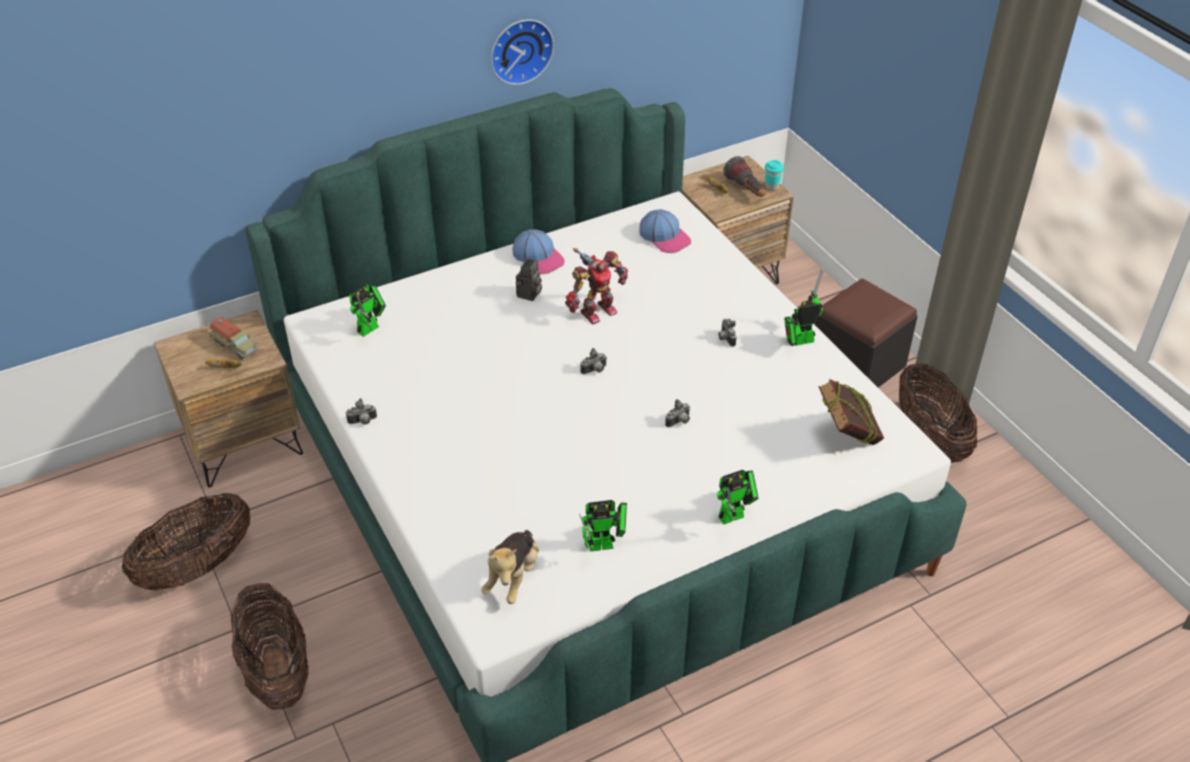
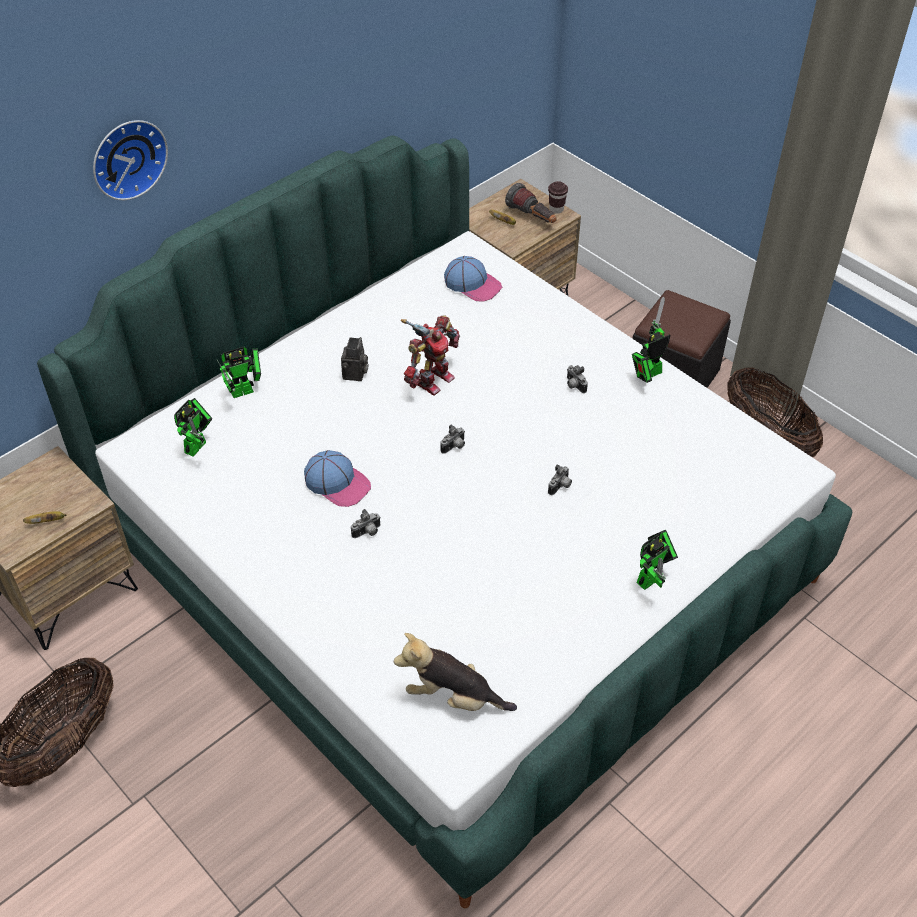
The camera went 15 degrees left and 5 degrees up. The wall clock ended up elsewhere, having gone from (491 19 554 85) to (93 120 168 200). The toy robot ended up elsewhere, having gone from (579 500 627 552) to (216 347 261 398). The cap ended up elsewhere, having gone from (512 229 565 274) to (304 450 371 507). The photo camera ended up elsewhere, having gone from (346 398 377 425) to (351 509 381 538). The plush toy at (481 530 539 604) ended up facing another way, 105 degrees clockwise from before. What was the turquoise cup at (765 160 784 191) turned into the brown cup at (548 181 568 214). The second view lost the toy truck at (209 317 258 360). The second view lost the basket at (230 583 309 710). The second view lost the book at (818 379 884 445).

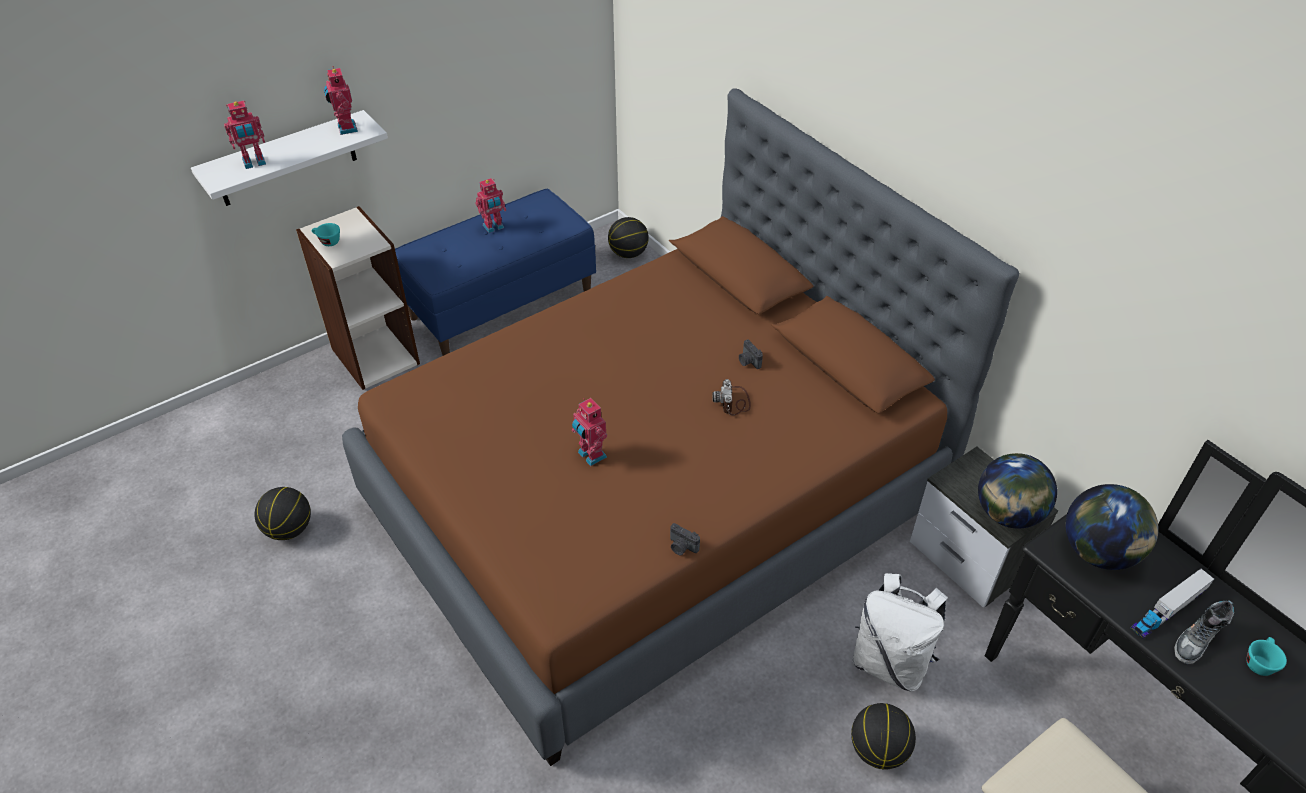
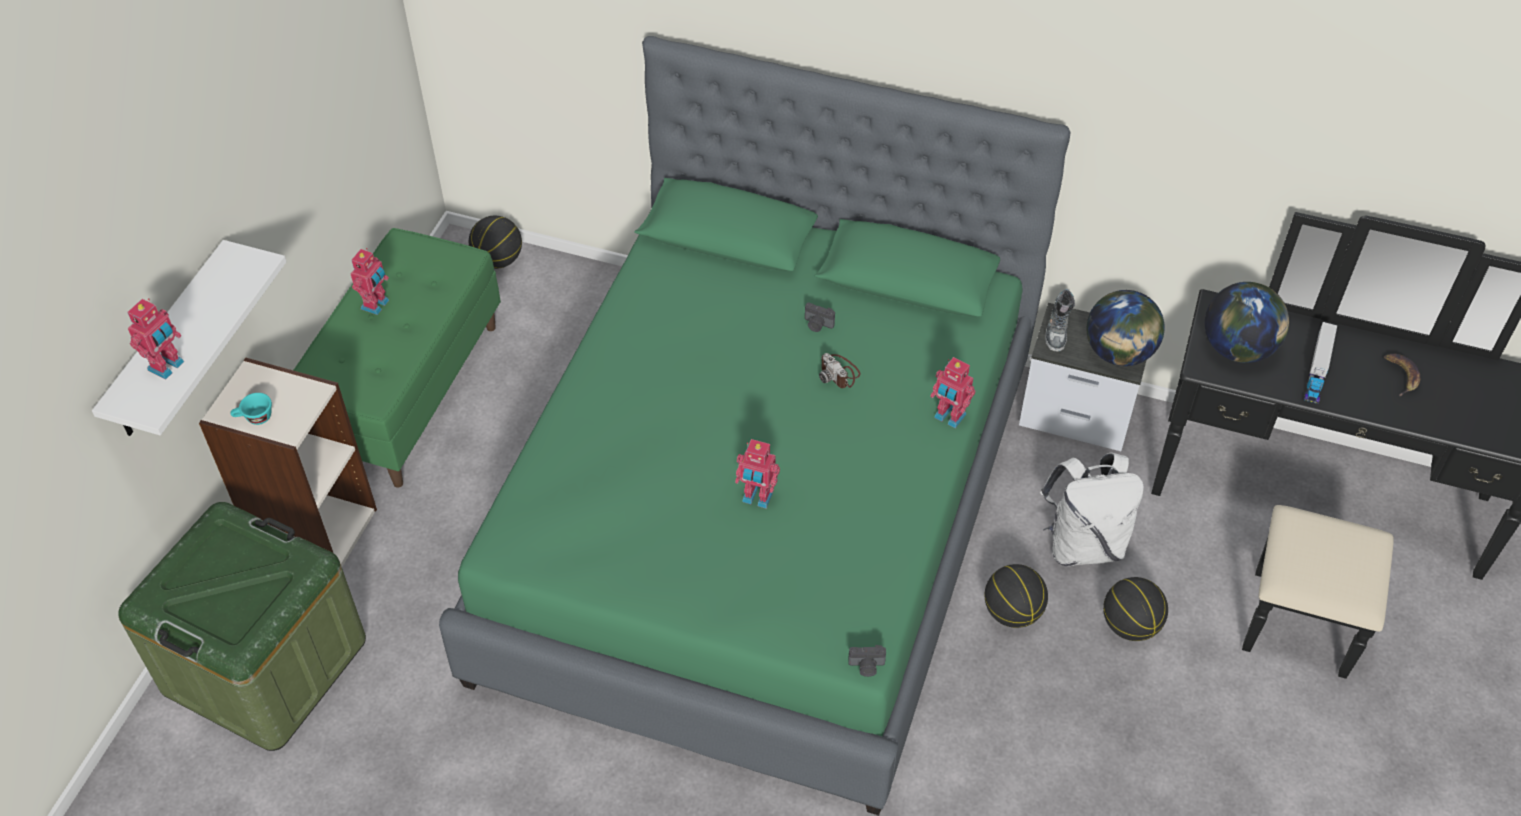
The camera went 35 degrees left and 5 degrees up. The second view gained the green storage box at (118 502 366 751). What was the blue bench at (395 189 596 356) turned into the green bench at (293 228 501 488). What was the brown bed at (342 89 1019 766) turned into the green bed at (439 36 1070 816). The photo camera ended up elsewhere, having gone from (670 523 700 556) to (848 645 886 677). The toy robot ended up elsewhere, having gone from (324 66 358 135) to (930 357 976 428). The basketball ended up elsewhere, having gone from (255 487 311 540) to (984 564 1048 628). The shoe ended up elsewhere, having gone from (1174 600 1234 664) to (1045 289 1075 352). Where the turquoise cup stood at (1246 637 1287 676), the banana came to stand at (1384 354 1420 396).

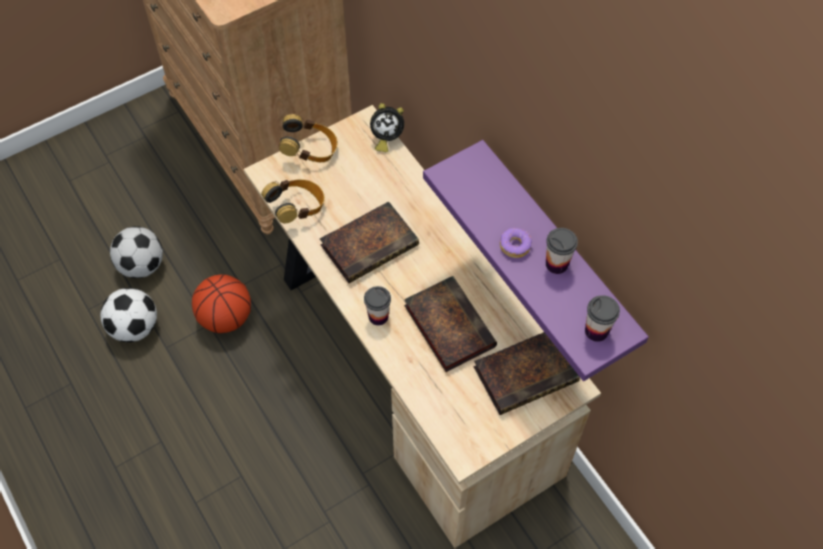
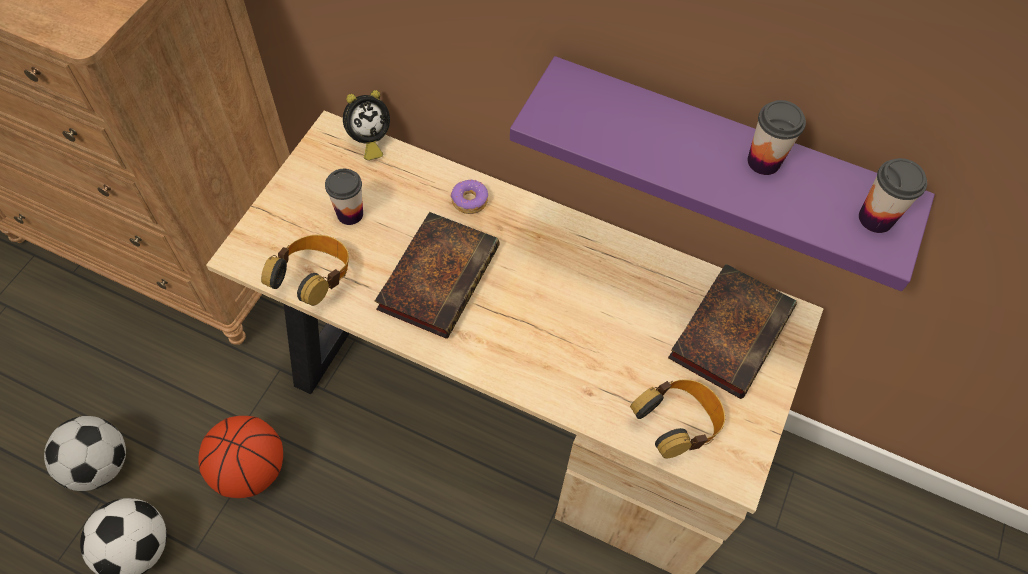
The camera went 35 degrees left and 0 degrees up. The cup ended up elsewhere, having gone from (364 286 391 326) to (325 169 363 225). The donut ended up elsewhere, having gone from (500 228 532 258) to (450 179 488 214). The headphones ended up elsewhere, having gone from (279 114 337 162) to (630 380 725 458). The second view lost the book at (404 276 497 372).

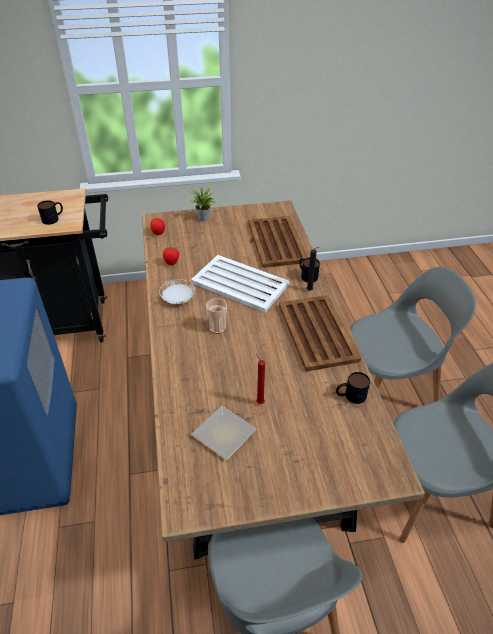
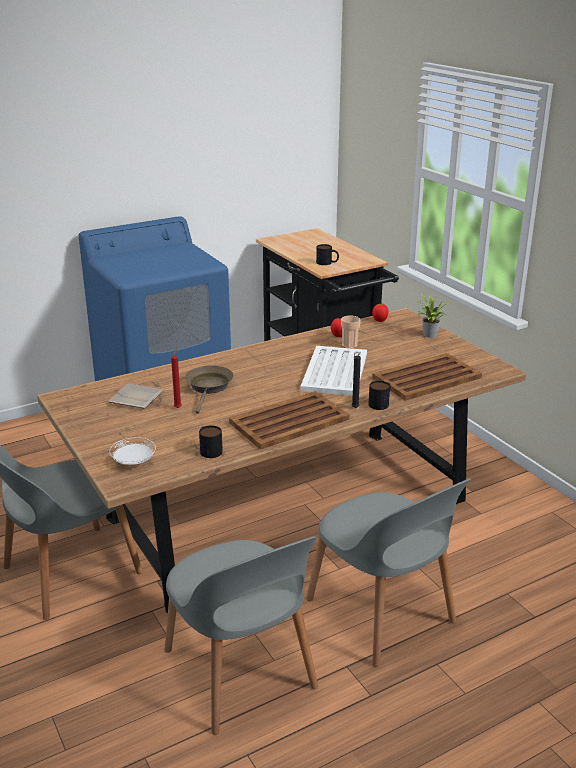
The camera went 70 degrees right and 15 degrees down. The white plate ended up elsewhere, having gone from (159 279 195 304) to (109 437 156 465). The second view gained the brown frying pan at (185 365 233 414). The cup ended up elsewhere, having gone from (206 298 227 334) to (341 315 360 349).

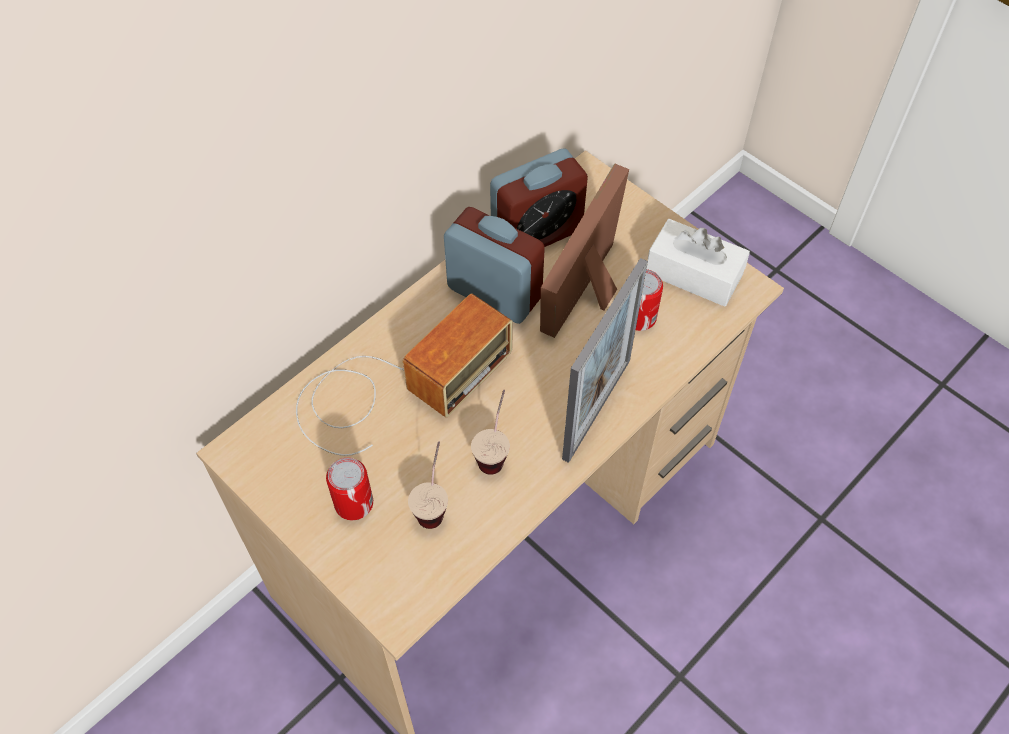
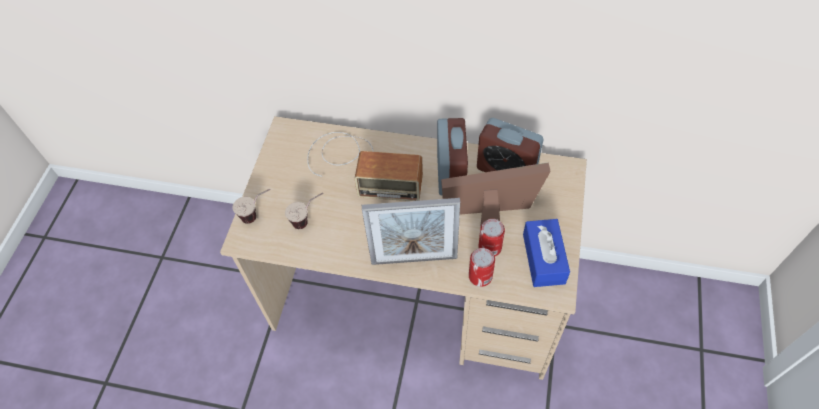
The camera went 60 degrees right and 0 degrees up. The cup ended up elsewhere, having gone from (471 390 510 475) to (232 189 270 224). The can ended up elsewhere, having gone from (326 458 373 520) to (469 248 495 287). What was the white tissue box at (647 219 750 307) turned into the blue tissue box at (523 219 570 287).

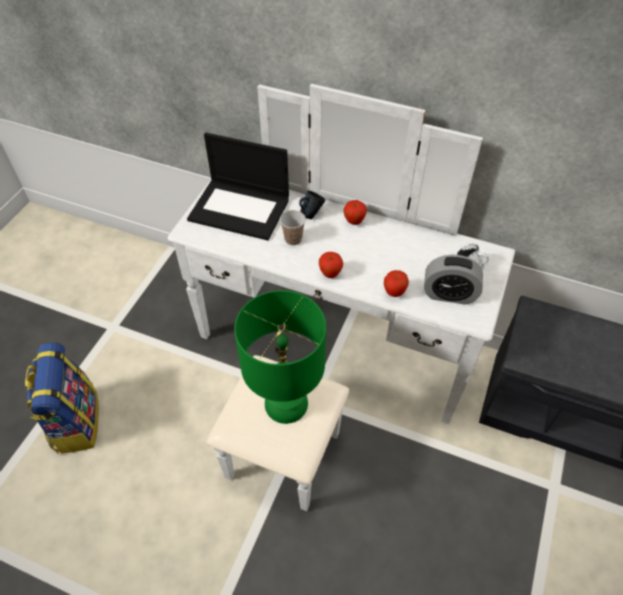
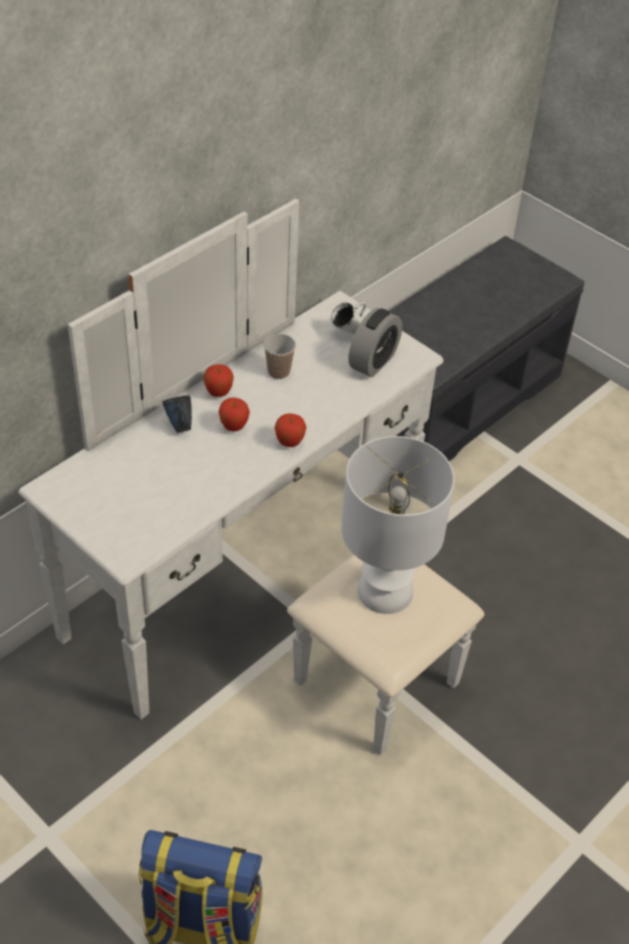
The camera went 70 degrees left and 5 degrees down. The apple ended up elsewhere, having gone from (384 270 409 297) to (218 397 250 432). The cup ended up elsewhere, having gone from (280 210 306 245) to (263 334 296 379). What was the green table lamp at (234 290 326 424) turned into the white table lamp at (341 436 455 614). The second view lost the laptop at (187 133 289 240).

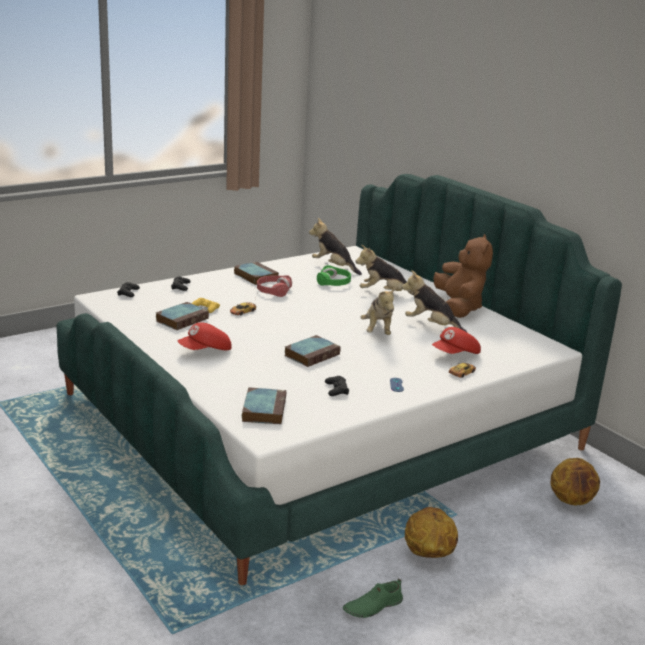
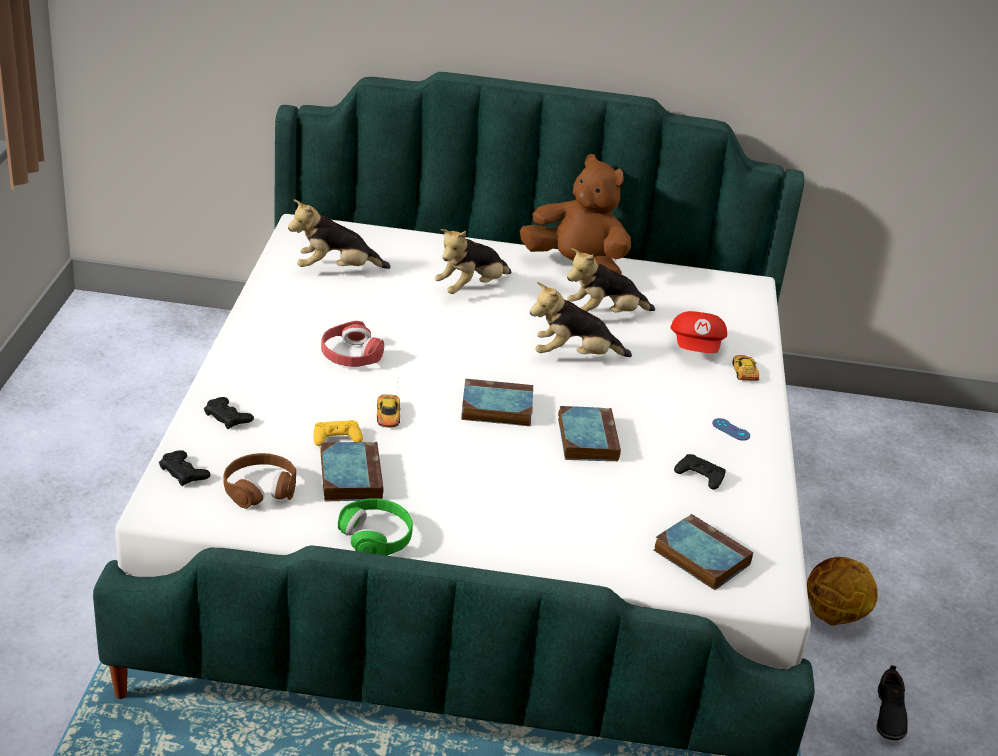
The camera went 50 degrees left and 10 degrees up. The second view gained the brown headphones at (223 453 296 509). The green headphones ended up elsewhere, having gone from (317 265 351 286) to (338 498 413 555). The book ended up elsewhere, having gone from (234 261 279 285) to (461 379 533 426). The plush toy at (361 287 396 335) ended up facing another way, 135 degrees clockwise from before. What was the green shoe at (343 578 403 618) turned into the black shoe at (877 665 908 740). The second view lost the red cap at (178 322 232 350). The second view lost the basketball at (551 458 600 505).

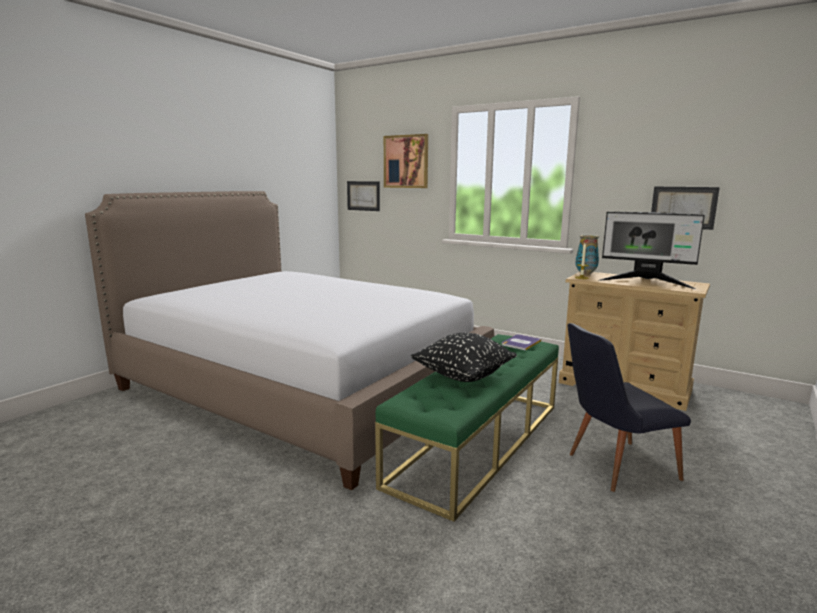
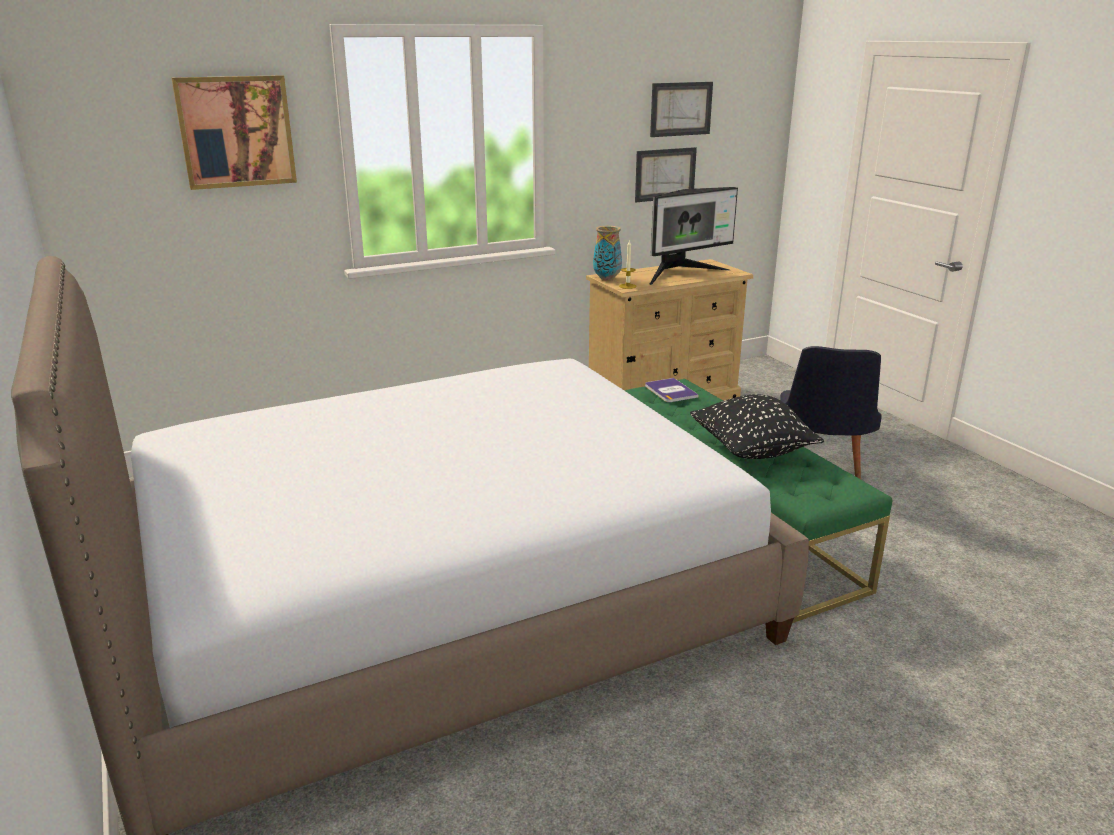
The camera went 60 degrees left and 10 degrees up. The picture ended up elsewhere, having gone from (347 181 380 211) to (650 82 713 137).

